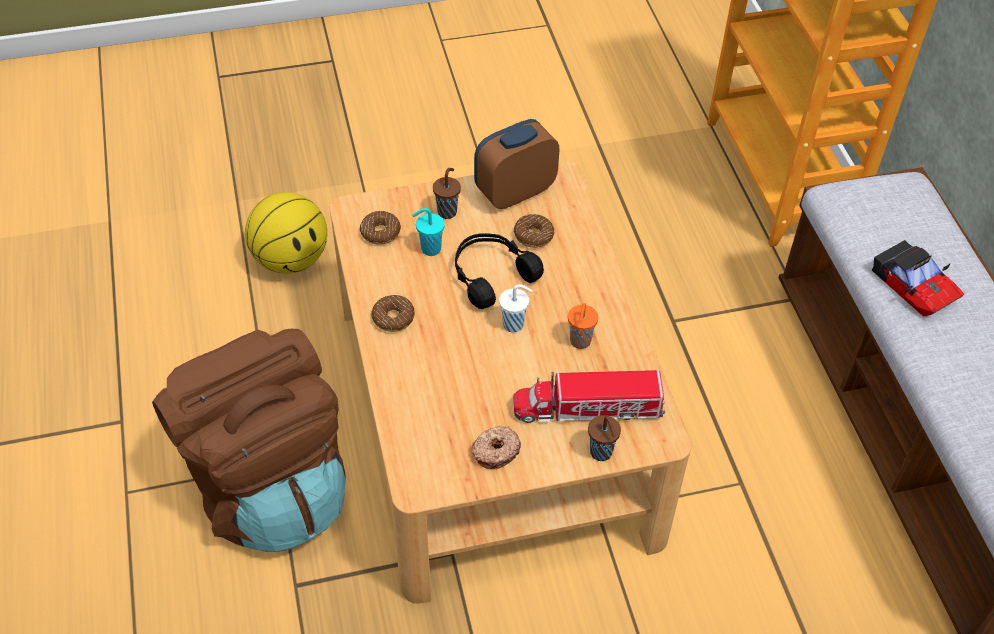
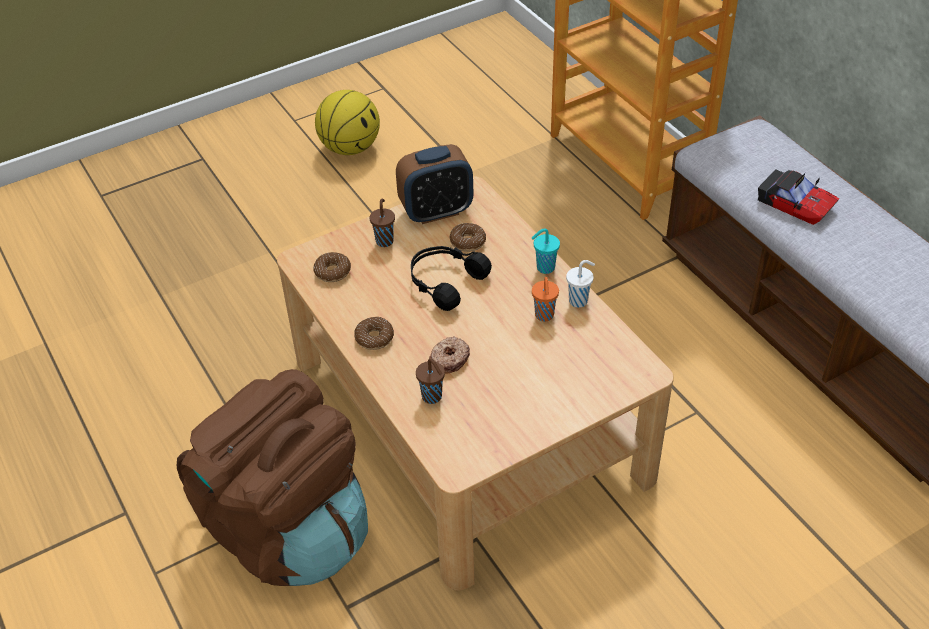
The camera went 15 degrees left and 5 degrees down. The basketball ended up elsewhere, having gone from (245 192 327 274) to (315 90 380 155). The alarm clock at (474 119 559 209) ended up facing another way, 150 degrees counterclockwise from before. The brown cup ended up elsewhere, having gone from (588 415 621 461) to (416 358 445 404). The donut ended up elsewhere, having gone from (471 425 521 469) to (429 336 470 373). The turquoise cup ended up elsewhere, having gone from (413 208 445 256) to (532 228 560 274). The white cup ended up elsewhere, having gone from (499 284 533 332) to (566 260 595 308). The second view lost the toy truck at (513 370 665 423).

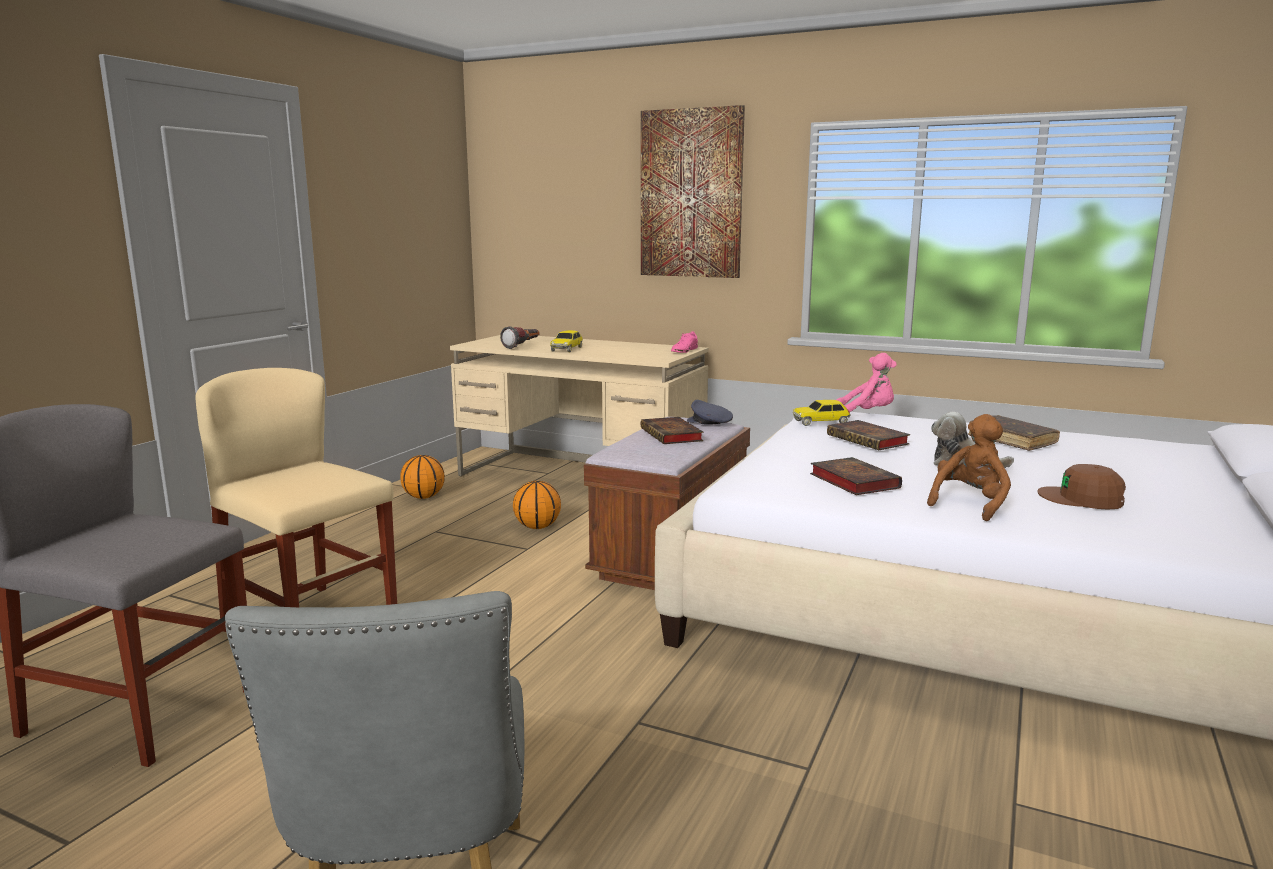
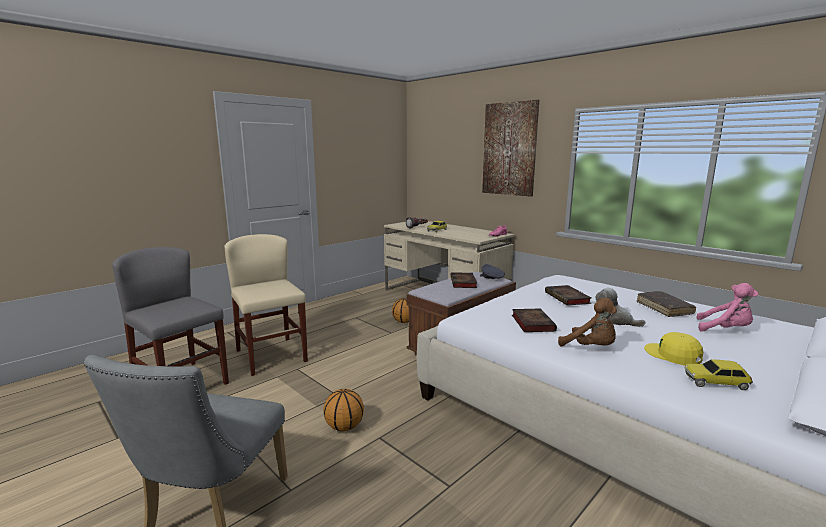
The camera went 20 degrees right and 0 degrees up. The basketball ended up elsewhere, having gone from (400 455 445 499) to (323 389 364 431). The brown plush toy at (927 414 1011 521) ended up facing another way, 75 degrees clockwise from before. What was the brown cap at (1037 464 1126 510) turned into the yellow cap at (644 332 704 365). The toy car ended up elsewhere, having gone from (793 400 851 426) to (685 359 753 390). The pink plush toy ended up elsewhere, having gone from (836 353 897 412) to (696 283 759 332).

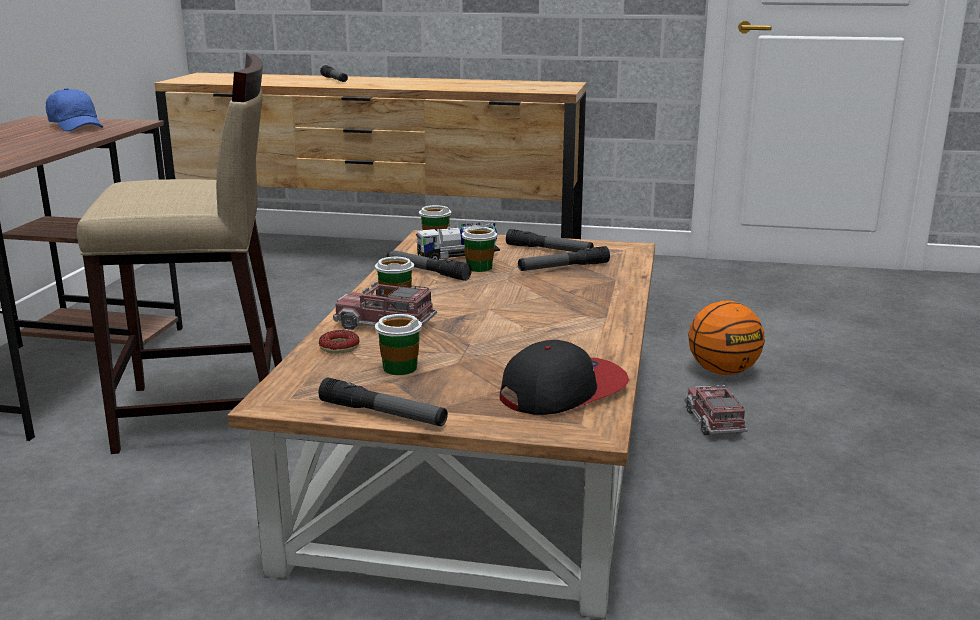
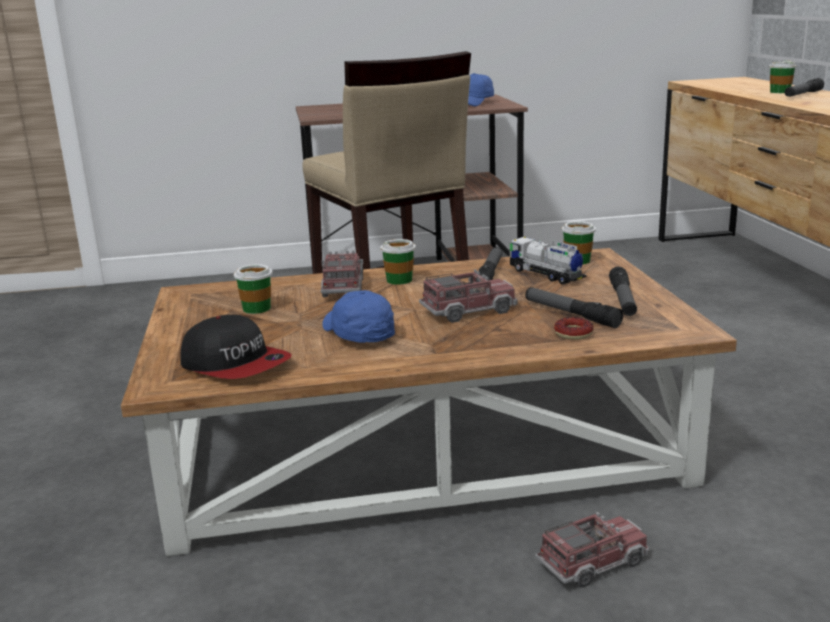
The camera went 70 degrees right and 0 degrees up. The second view gained the blue cap at (322 290 395 343). The second view gained the toy truck at (419 269 517 323). The donut ended up elsewhere, having gone from (319 330 360 354) to (554 317 593 340). The cup ended up elsewhere, having gone from (462 225 497 272) to (769 60 797 93). The second view lost the flashlight at (318 377 448 426). The second view lost the basketball at (688 301 765 375).

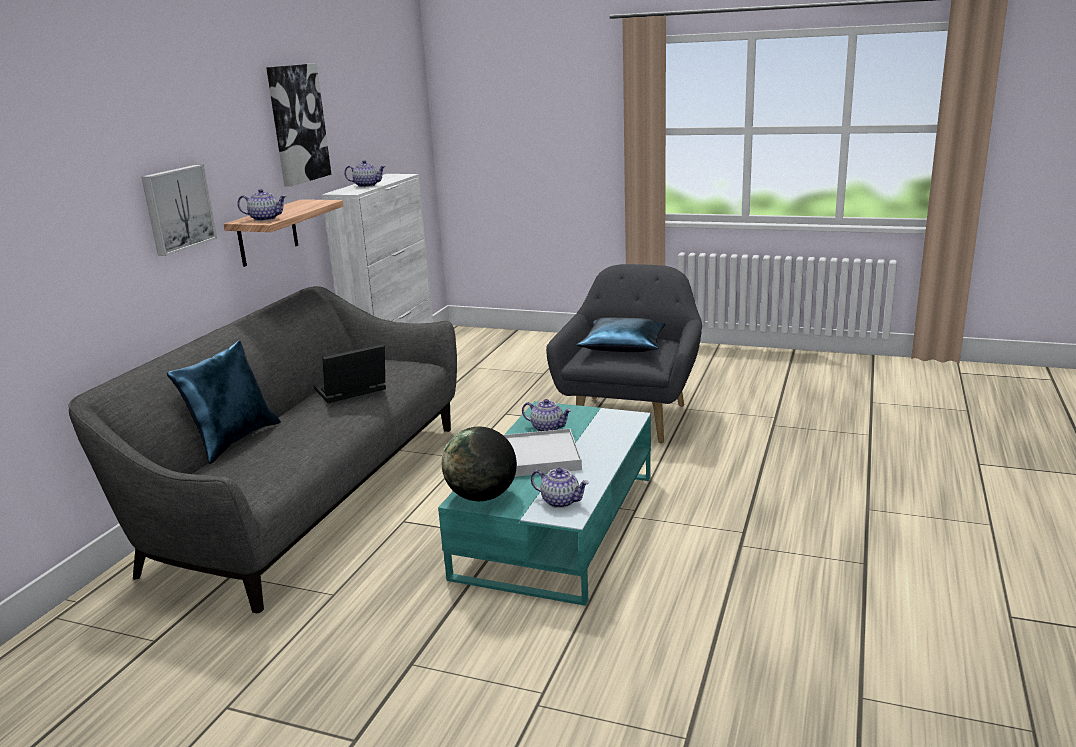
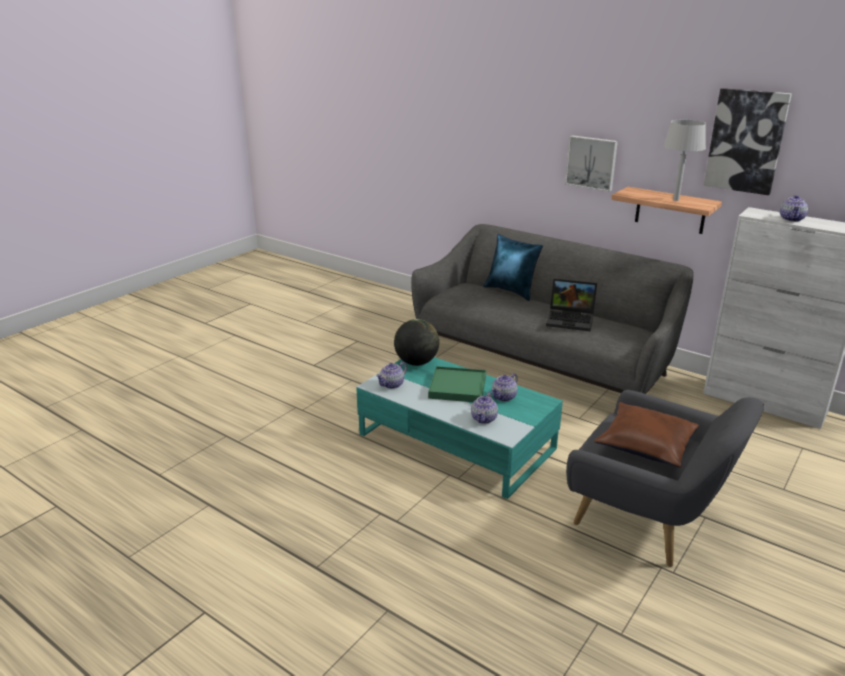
The camera went 105 degrees right and 5 degrees up. What was the white tray at (503 428 582 477) turned into the green tray at (428 366 486 402). The teapot ended up elsewhere, having gone from (237 189 287 221) to (471 392 498 424). The laptop at (314 344 386 403) ended up facing another way, 120 degrees clockwise from before. What was the blue pillow at (577 317 666 352) turned into the brown pillow at (594 402 699 467). The second view gained the grey table lamp at (663 120 706 201).

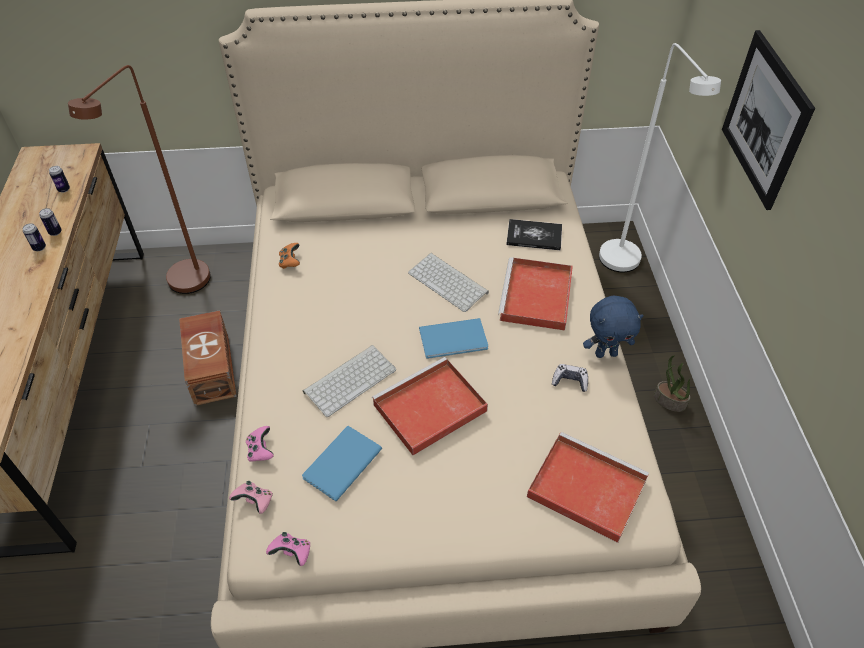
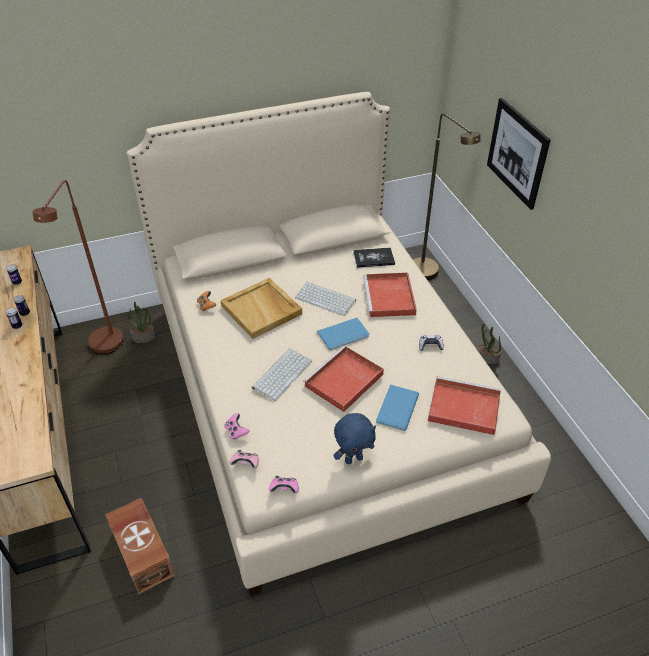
The camera went 15 degrees left and 5 degrees down. The brown storage box ended up elsewhere, having gone from (179 310 237 406) to (105 498 175 594). The second view gained the potted plant at (128 301 156 343). The second view gained the beige tray at (221 278 302 339). The blue plush toy ended up elsewhere, having gone from (583 295 644 358) to (333 413 376 464). The blue book ended up elsewhere, having gone from (302 426 382 501) to (376 385 419 431). What was the white floor lamp at (599 43 721 272) turned into the brown floor lamp at (413 114 481 280).

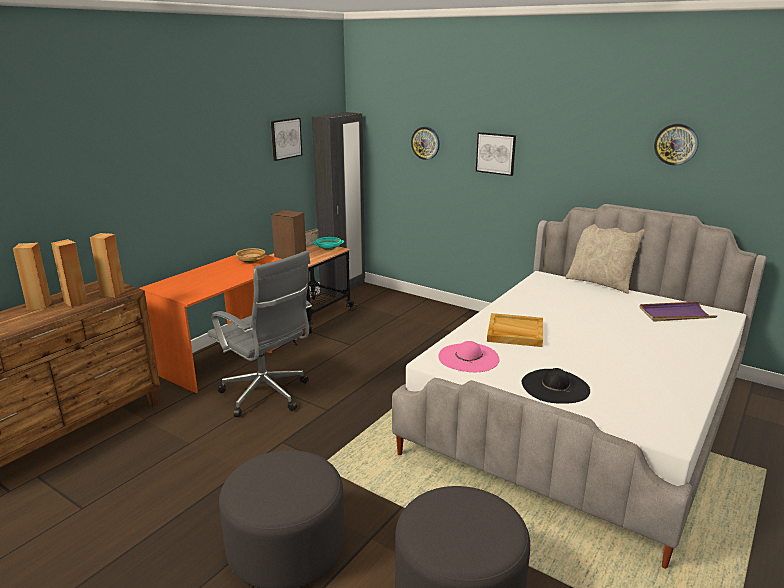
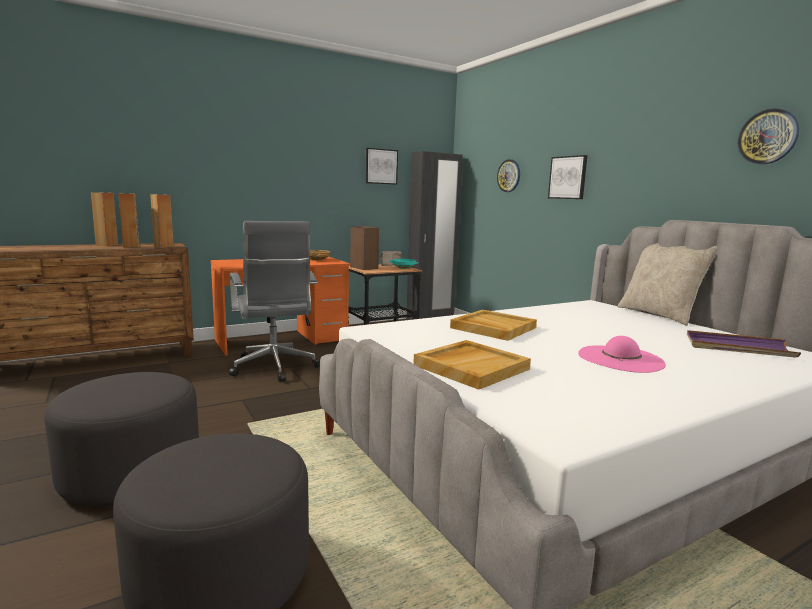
The camera went 25 degrees right and 10 degrees down. Where the black hat stood at (522 368 590 404), the beige tray came to stand at (413 340 531 390). The pink hat ended up elsewhere, having gone from (438 341 499 372) to (578 336 666 373).

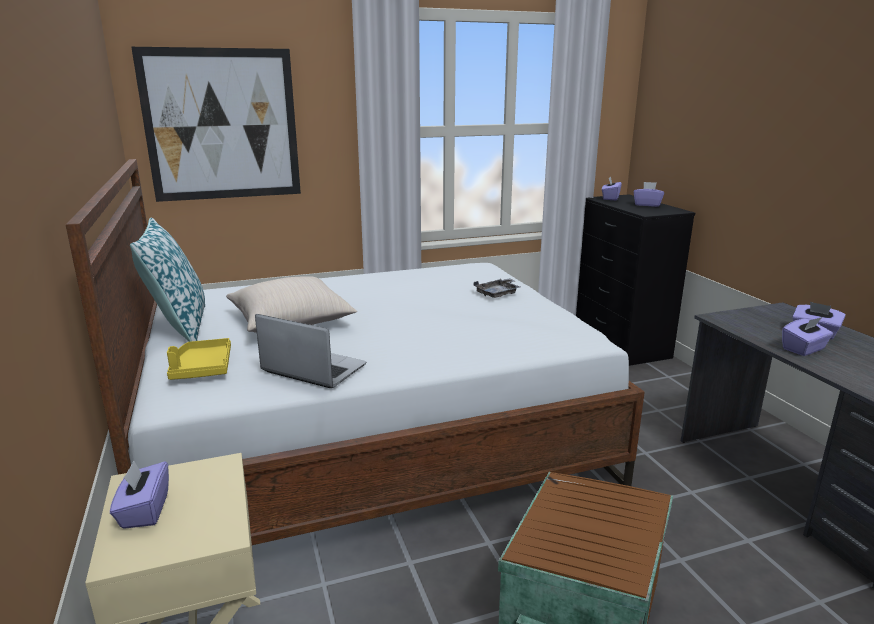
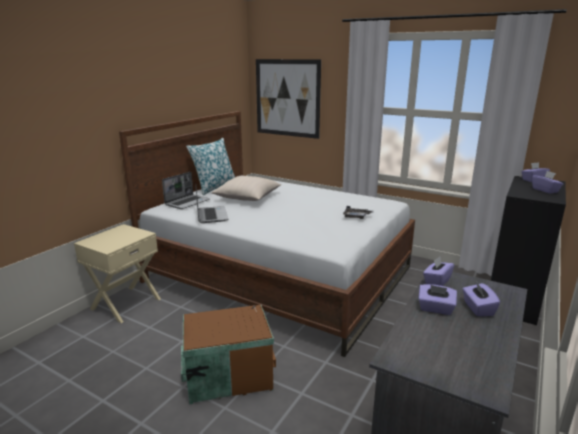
The camera went 50 degrees right and 0 degrees up. Where the yellow tray stood at (167 338 231 380), the laptop came to stand at (162 172 210 209). The purple tissue box ended up elsewhere, having gone from (110 461 169 529) to (423 257 454 286).

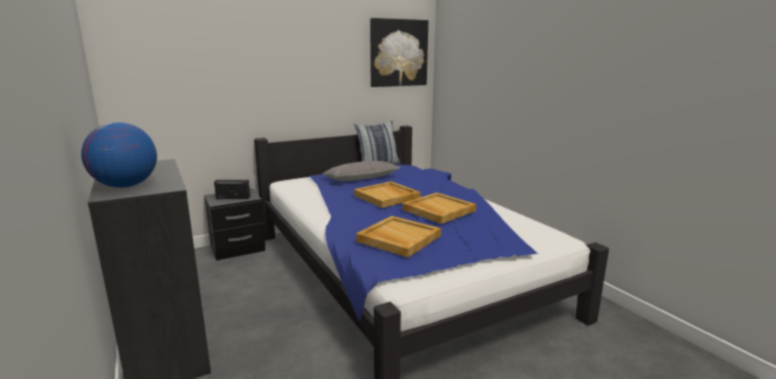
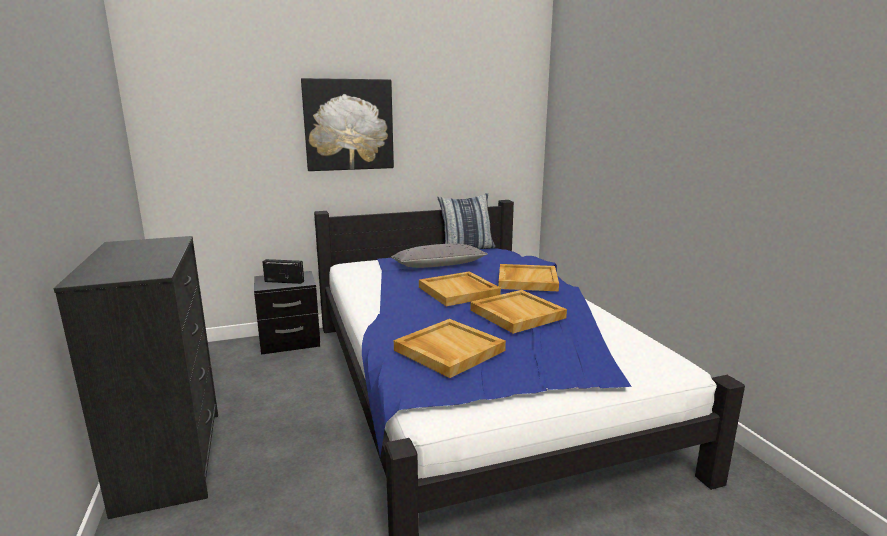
The camera went 10 degrees right and 0 degrees up. The picture ended up elsewhere, having gone from (370 18 428 87) to (301 78 394 171). The second view gained the beige tray at (498 264 559 291). The second view lost the globe at (81 122 157 188).

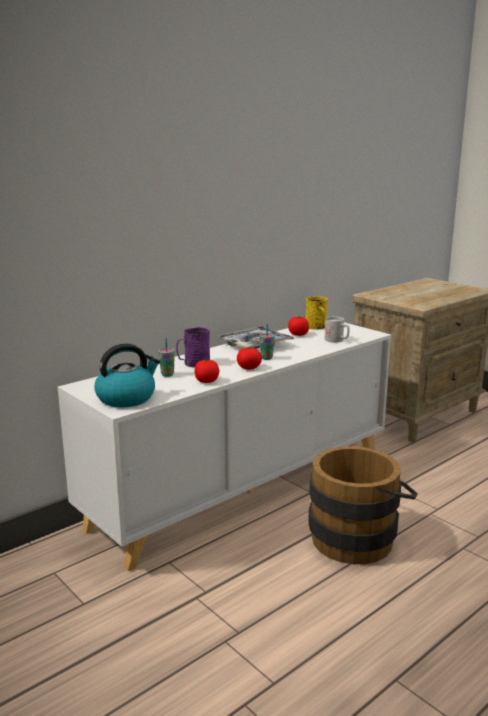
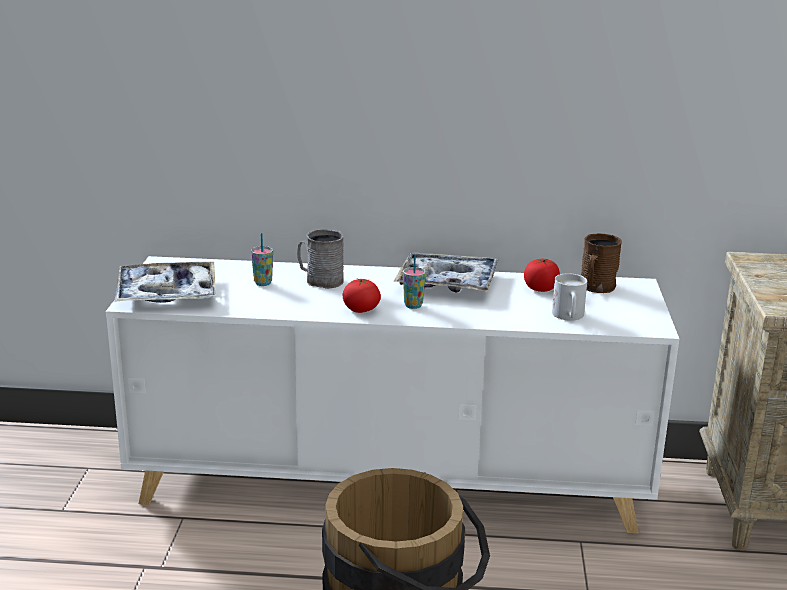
The camera went 45 degrees right and 5 degrees up. Where the kettle stood at (94 344 160 407), the tray came to stand at (114 262 216 303). What was the purple mug at (176 327 210 368) turned into the grey mug at (297 229 344 289). What was the yellow mug at (306 296 328 330) turned into the brown mug at (581 234 622 293). The second view lost the tomato at (195 360 219 383).

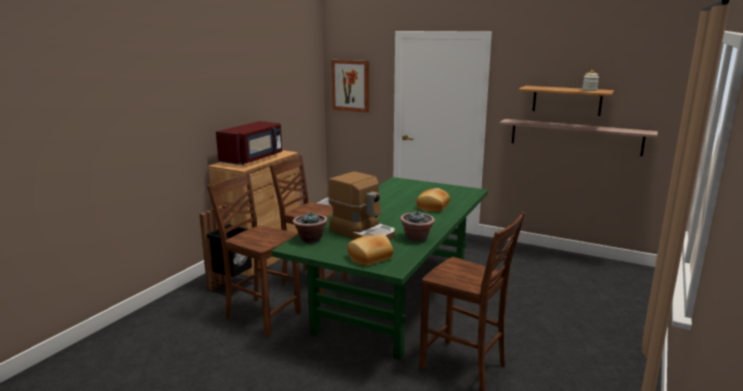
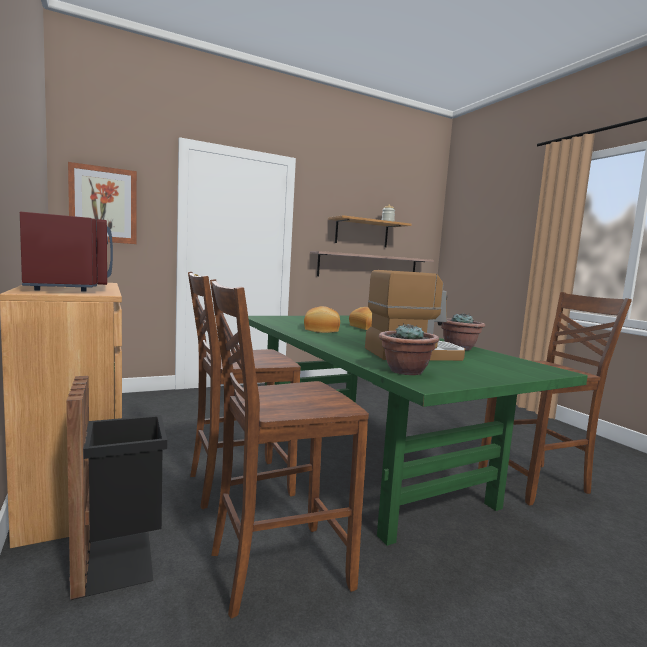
The camera went 55 degrees left and 10 degrees down. The bread ended up elsewhere, having gone from (347 234 393 266) to (304 306 340 333).

